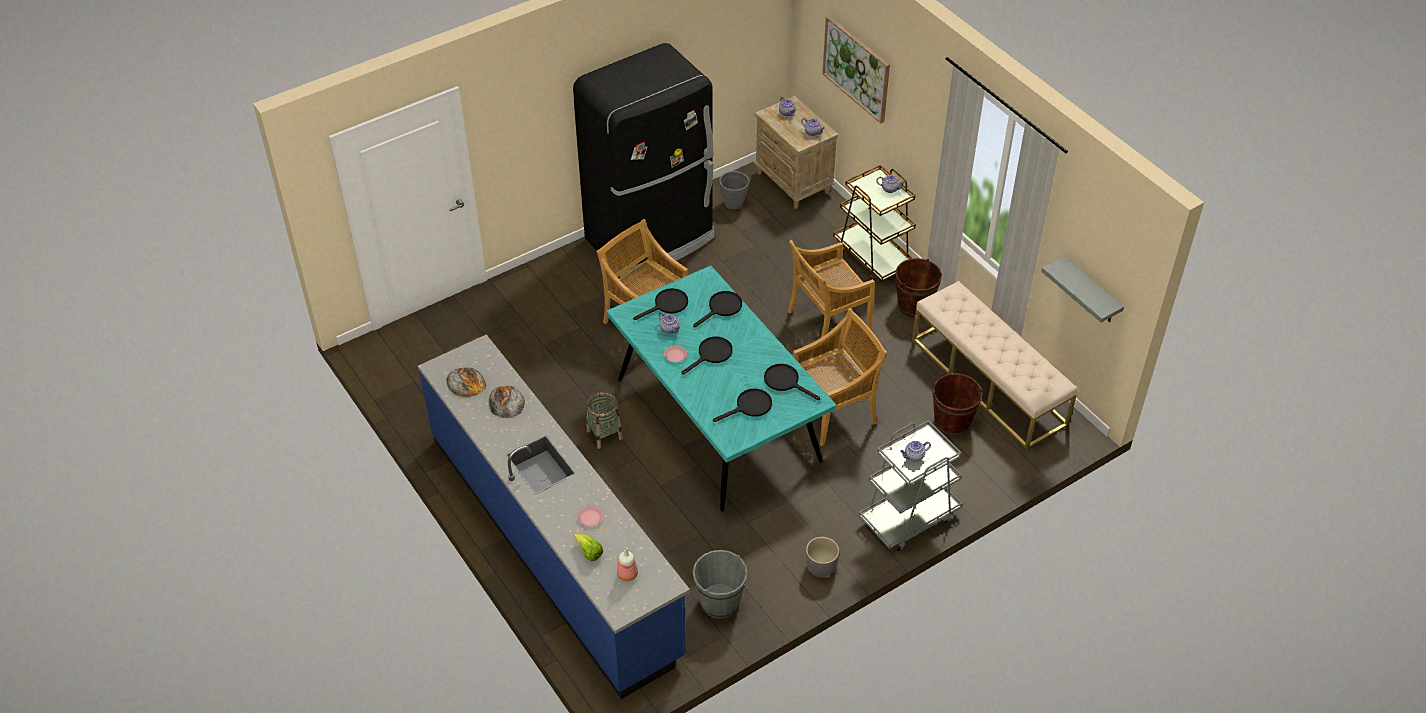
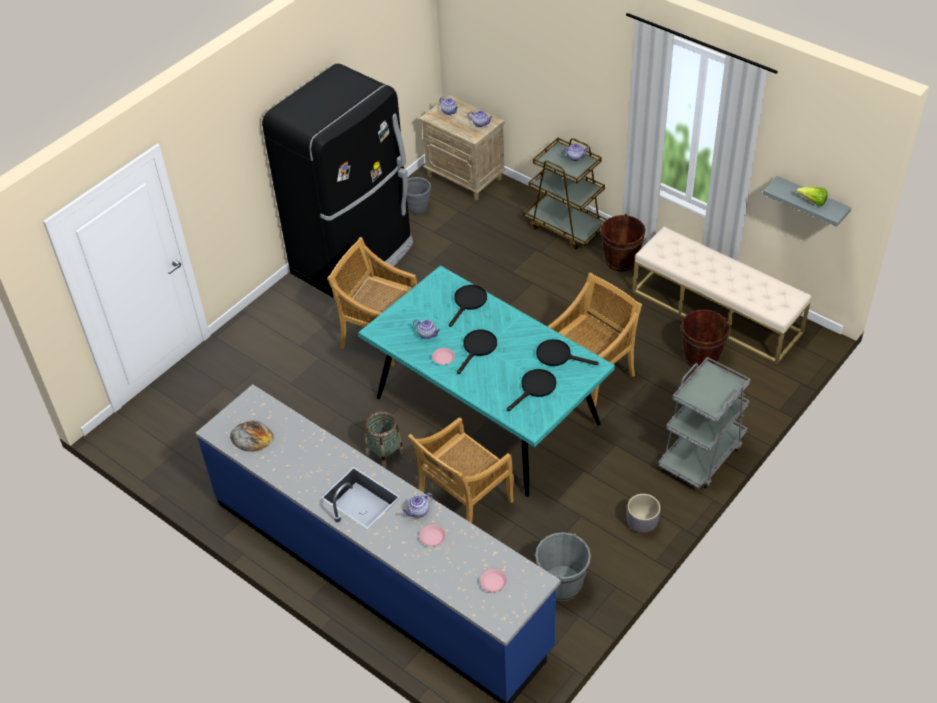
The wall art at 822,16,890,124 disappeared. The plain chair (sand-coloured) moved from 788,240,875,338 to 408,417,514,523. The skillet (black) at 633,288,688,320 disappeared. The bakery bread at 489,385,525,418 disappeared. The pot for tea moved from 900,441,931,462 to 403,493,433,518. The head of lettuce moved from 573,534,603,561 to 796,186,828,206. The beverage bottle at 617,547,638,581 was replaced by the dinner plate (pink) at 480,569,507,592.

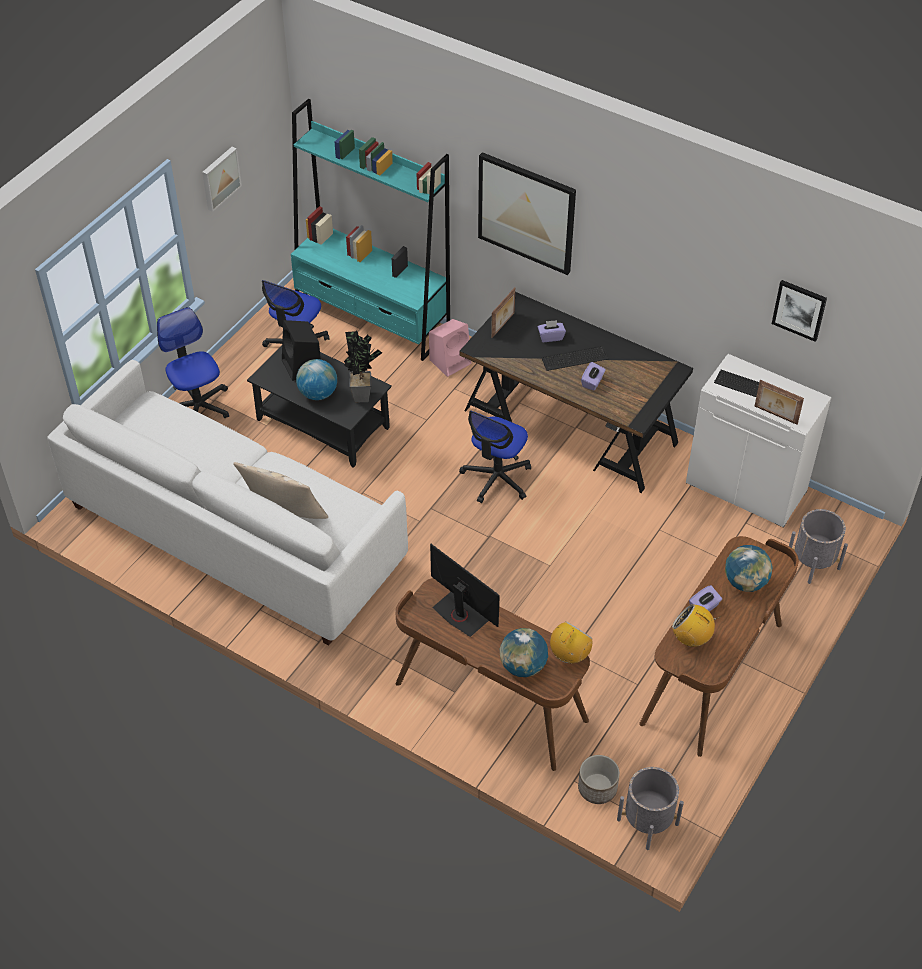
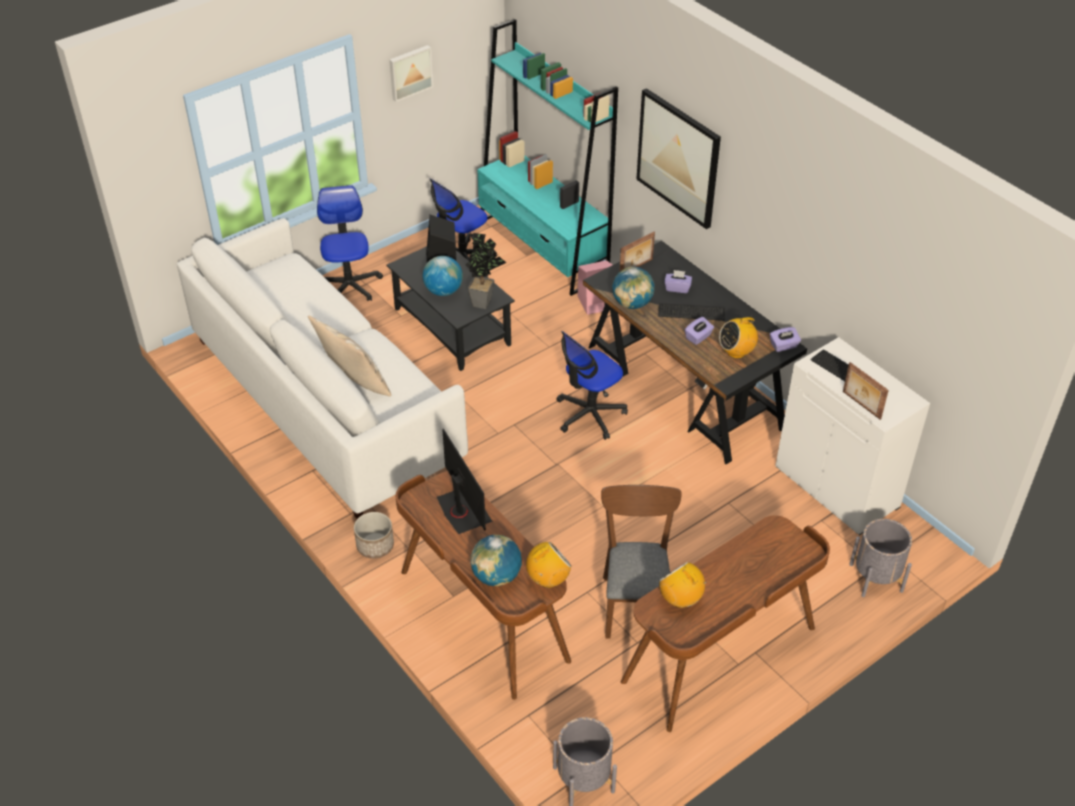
The wall art at 772,280,827,342 disappeared. The globe moved from 725,545,773,592 to 612,267,654,309. The tissue holder (purple-coloured) moved from 689,585,722,612 to 770,327,801,352. The plant pot moved from 578,755,620,804 to 354,512,394,559. The radio at 719,316,758,359 appeared. The plain chair (brown-coloured) at 601,485,682,638 appeared.

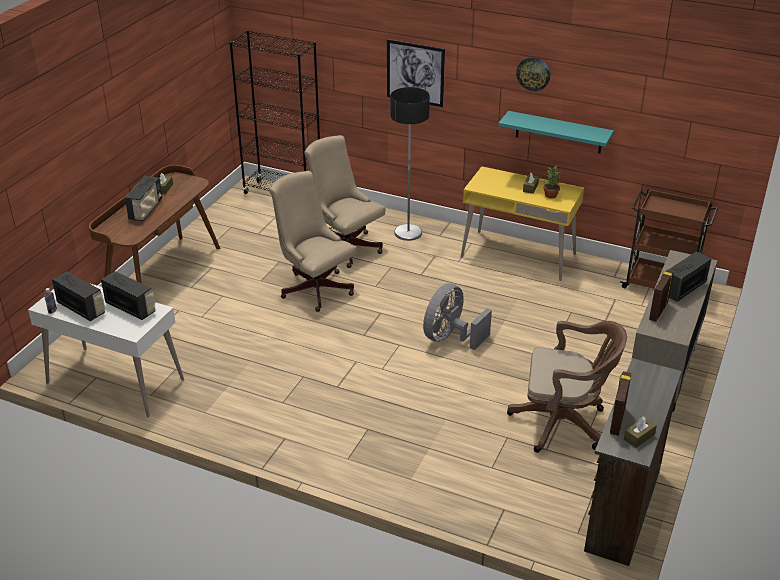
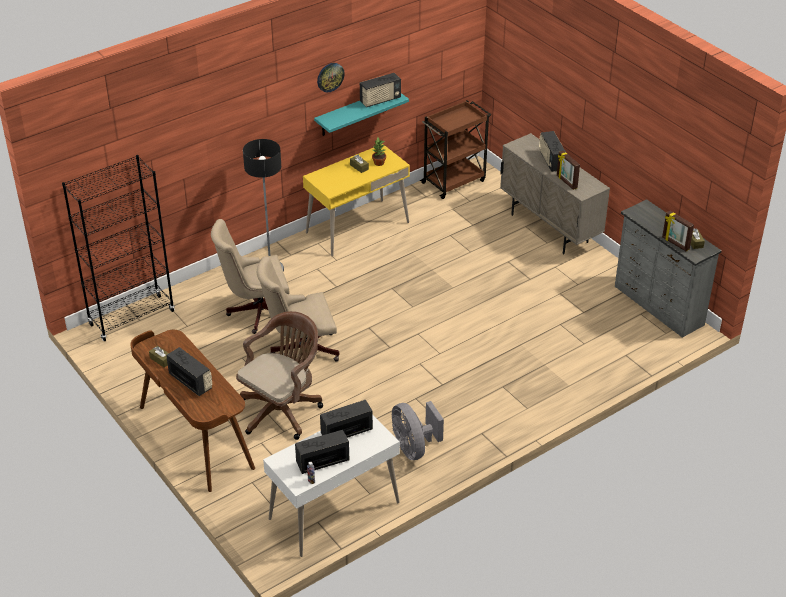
The wall art at 387,39,445,107 disappeared. The electric fan (grey) moved from 423,283,492,350 to 392,401,444,460. The office chair (brown-coloured) moved from 507,321,627,453 to 236,311,323,440. The dresser (brown-coloured) at 584,358,682,566 became the dresser (grey) at 615,199,722,338. The radio at 360,73,401,107 appeared.

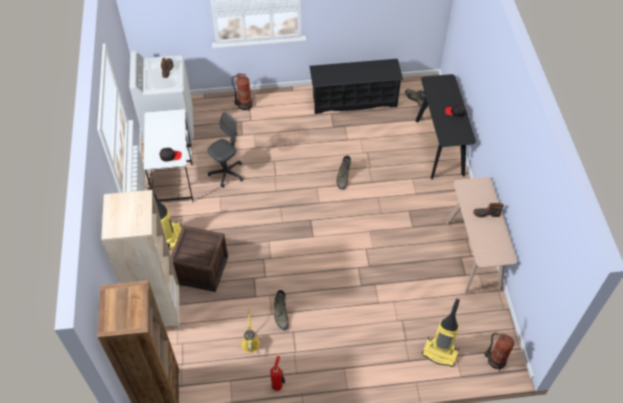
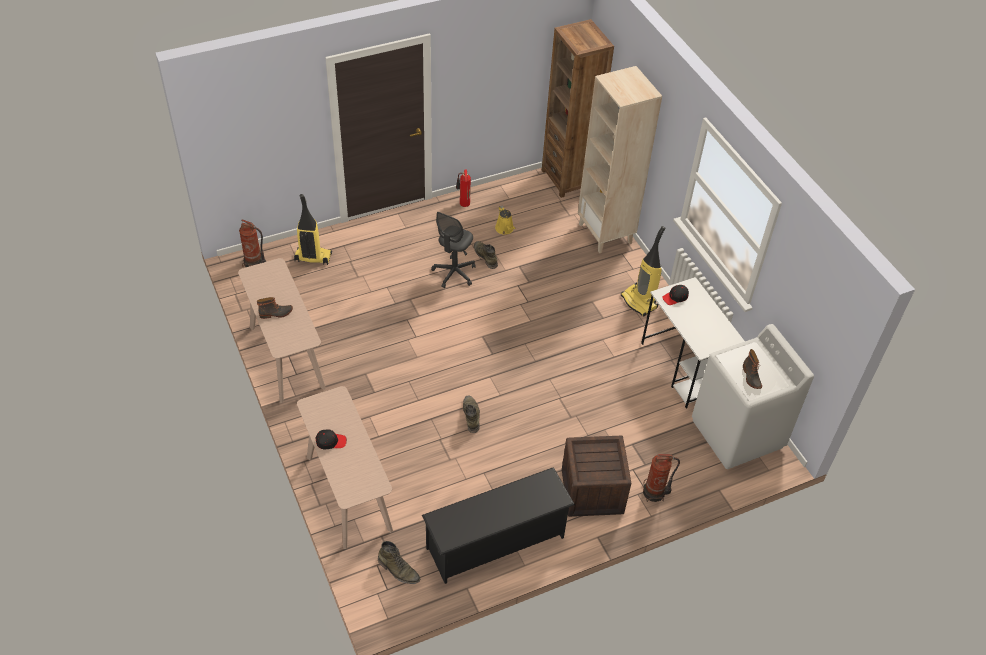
The hall table (black) at 415,74,476,179 became the hall table (sand-coloured) at 297,386,393,549. The office chair (grey) moved from 208,112,243,188 to 431,212,475,288. The crate moved from 171,226,228,292 to 562,436,631,517.

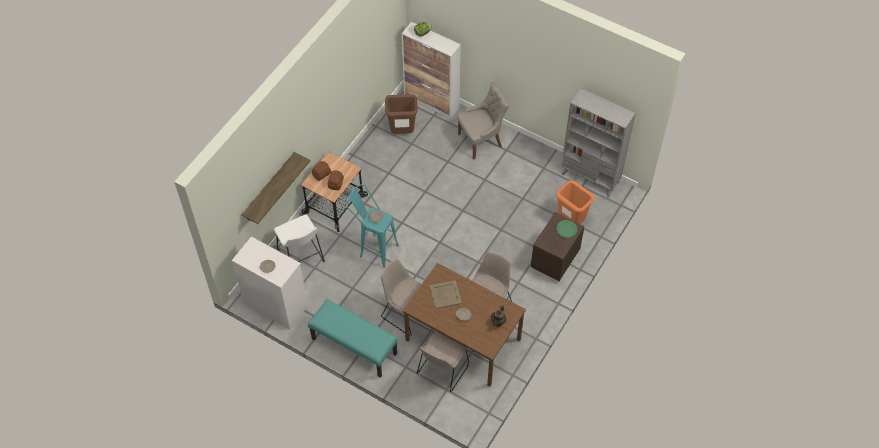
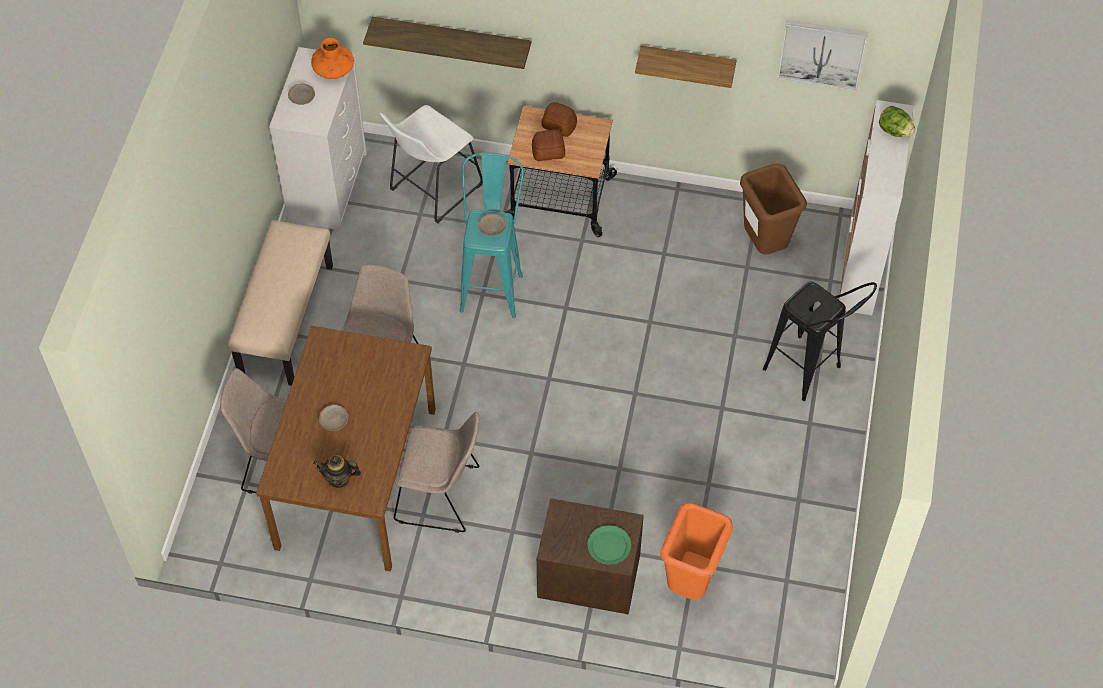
The plain chair (grey) at 457,82,509,160 was replaced by the stool seat (black) at 763,281,877,401. The shelving unit (grey) at 561,88,636,197 disappeared. The tray (sand-coloured) at 430,280,462,309 disappeared. The indoor bench (turquoise-coloured) at 308,299,398,378 became the indoor bench (sand-coloured) at 228,220,333,386. The wall art at 777,20,868,91 appeared. The flower vase (orange-coloured) at 311,38,354,79 appeared. The shelf at 635,46,736,88 appeared.

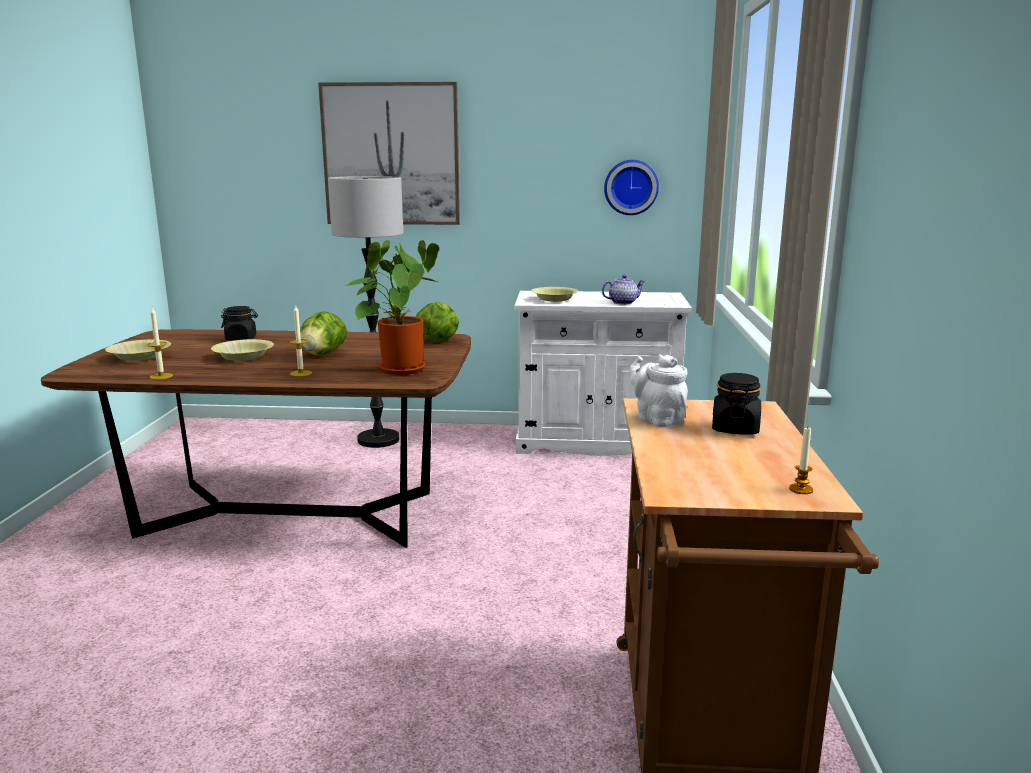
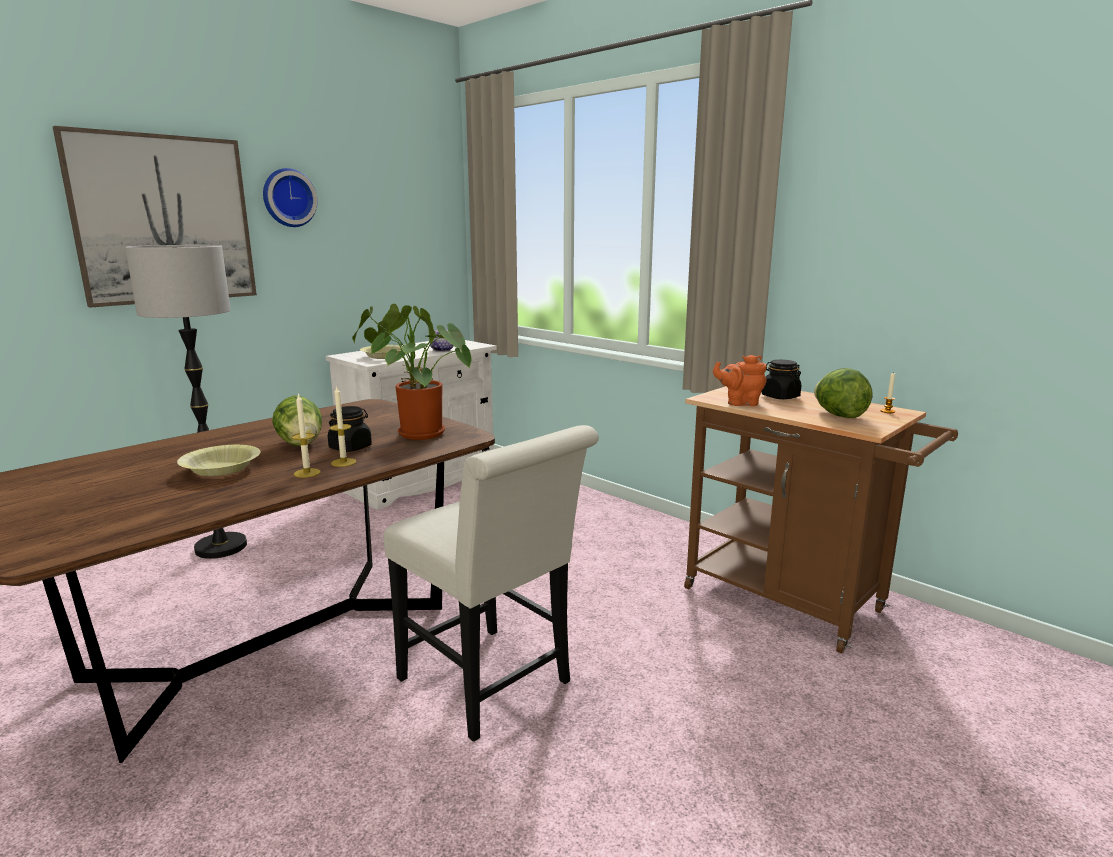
The clock on the wall moved from 604,160,659,215 to 263,168,318,227. The head of lettuce moved from 415,302,459,342 to 814,368,873,418. The preserve jar (black) moved from 221,306,258,341 to 328,406,372,452. The candle moved from 147,308,173,380 to 292,393,320,478. The deep dish (yellow-coloured) at 105,340,171,361 disappeared. The pot for tea (white-coloured) at 629,354,688,427 became the pot for tea (orange-coloured) at 713,355,767,406. The plain chair (white-coloured) at 384,425,599,742 appeared.

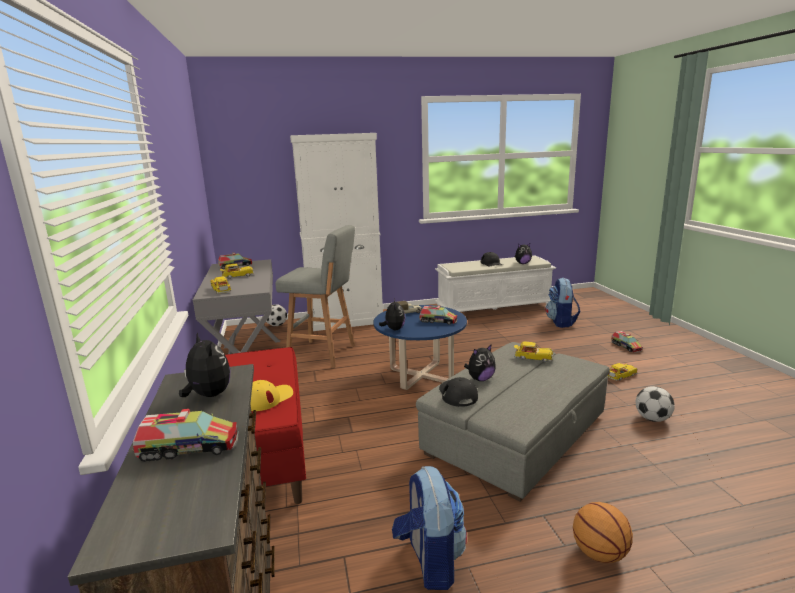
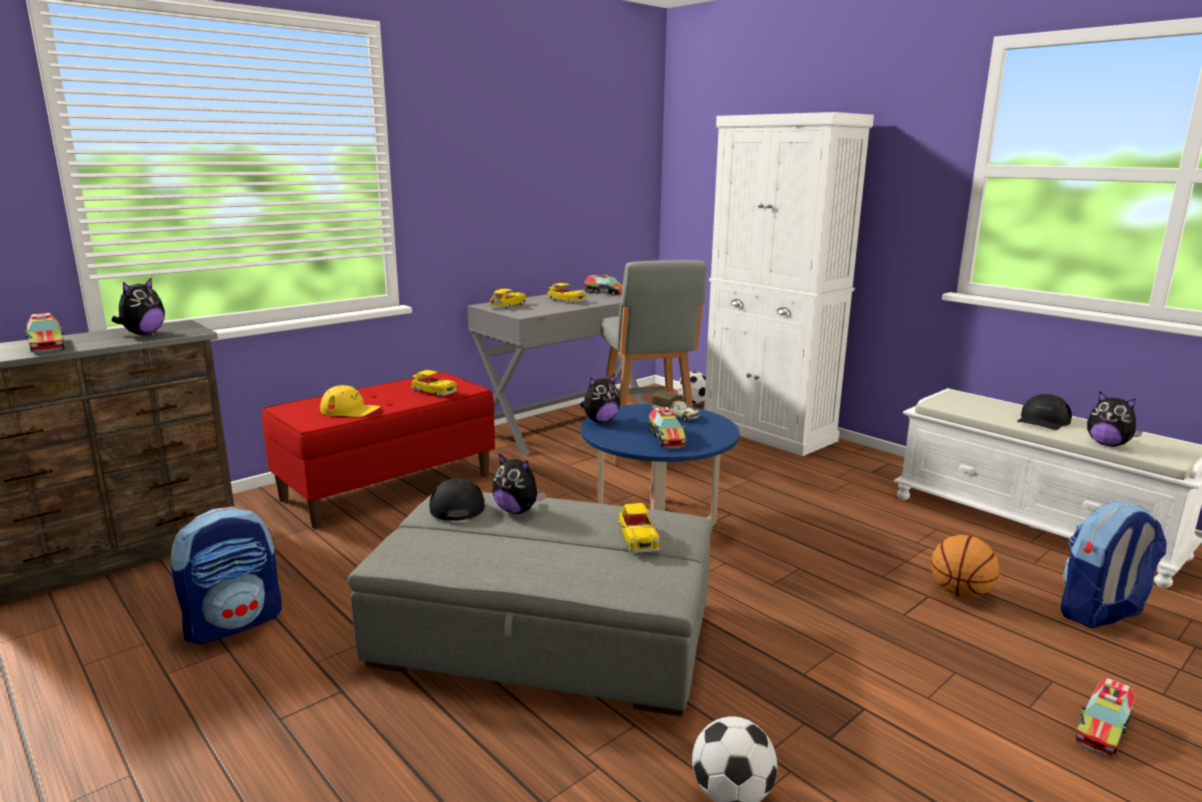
The toy car moved from 607,363,638,381 to 411,370,457,396. The peaked cap (black) at 439,377,478,407 turned 60 degrees counterclockwise. The ball for basketball moved from 573,502,633,563 to 931,535,999,598.

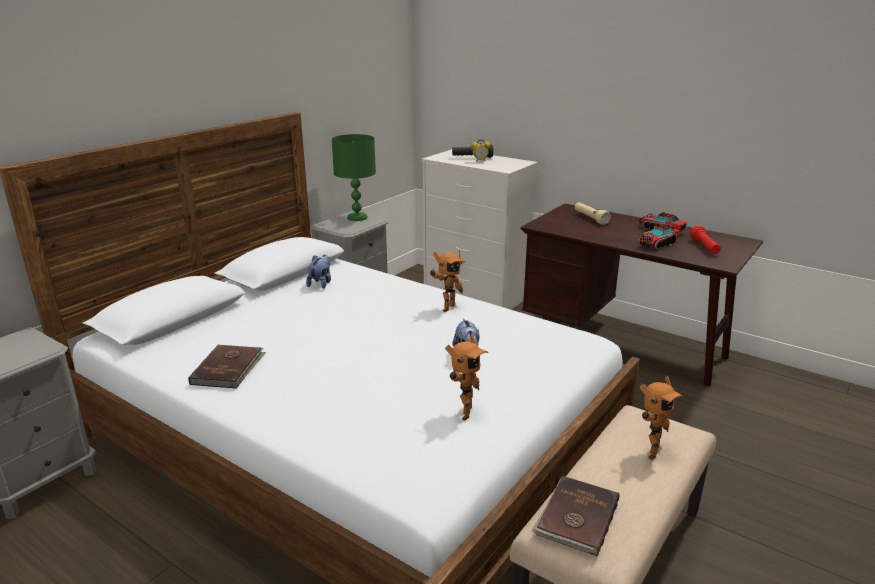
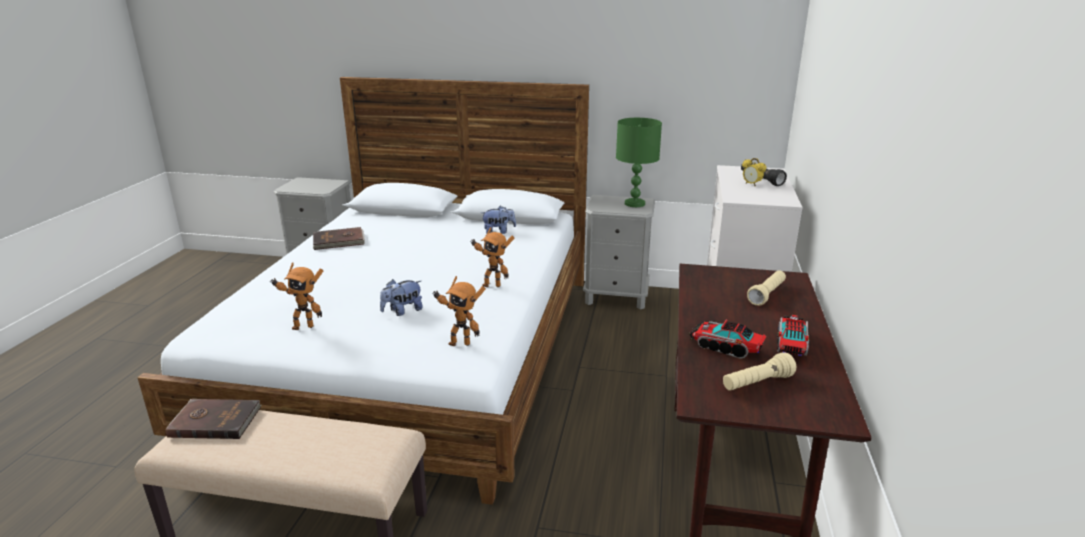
The hand torch (reddish) at 690,226,721,254 became the hand torch (sand-coloured) at 723,352,796,391. The model robot moved from 639,376,684,460 to 432,276,486,346.

